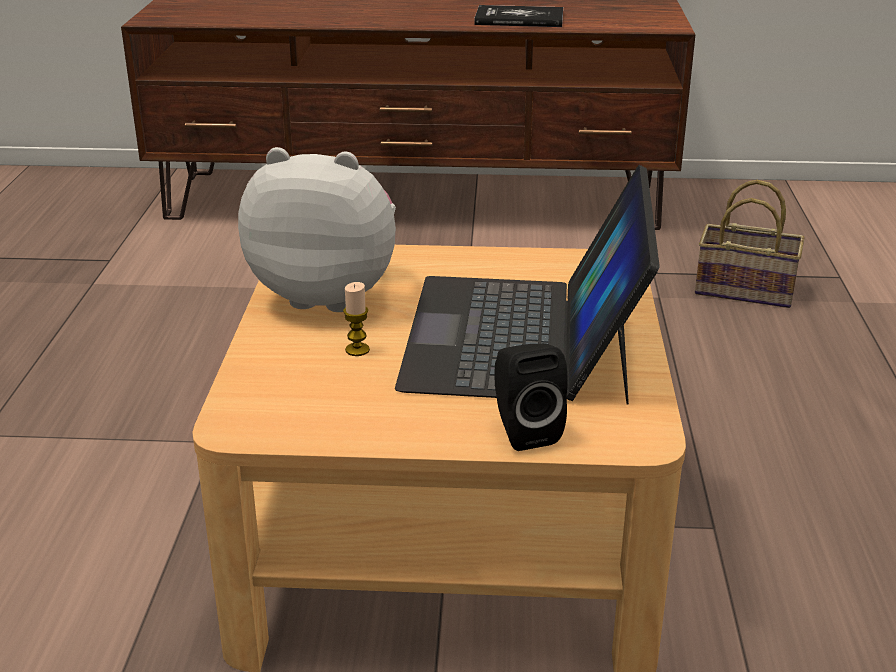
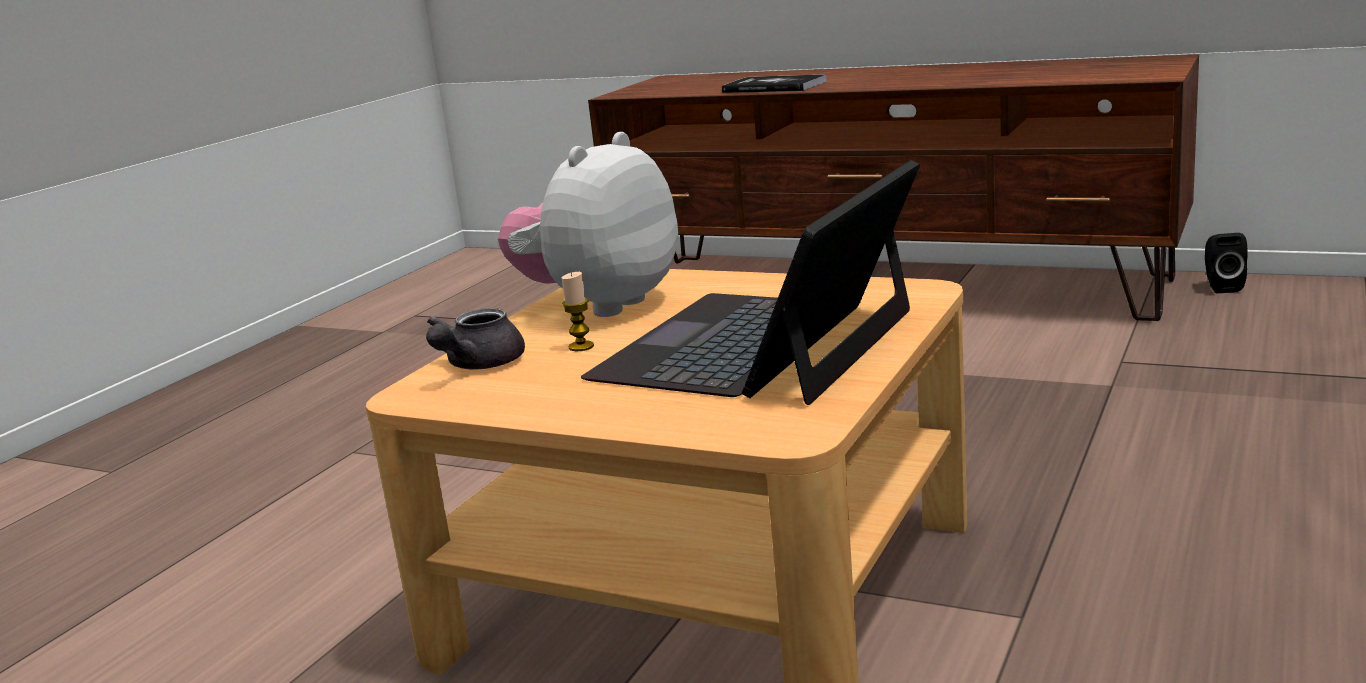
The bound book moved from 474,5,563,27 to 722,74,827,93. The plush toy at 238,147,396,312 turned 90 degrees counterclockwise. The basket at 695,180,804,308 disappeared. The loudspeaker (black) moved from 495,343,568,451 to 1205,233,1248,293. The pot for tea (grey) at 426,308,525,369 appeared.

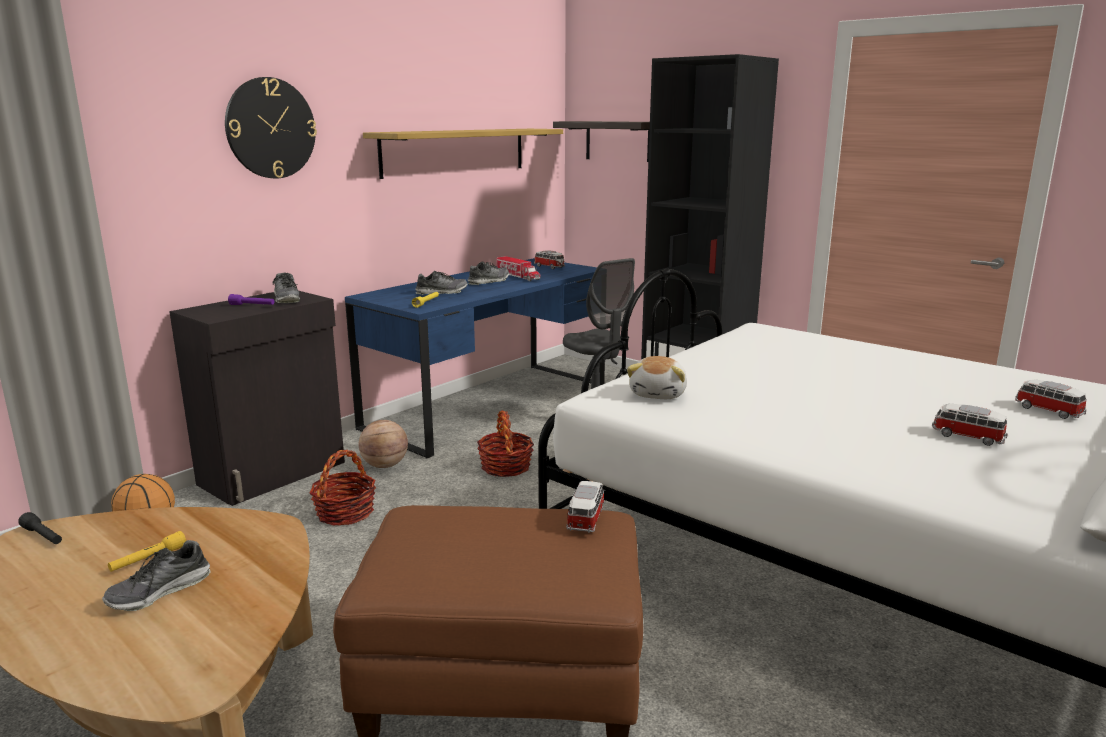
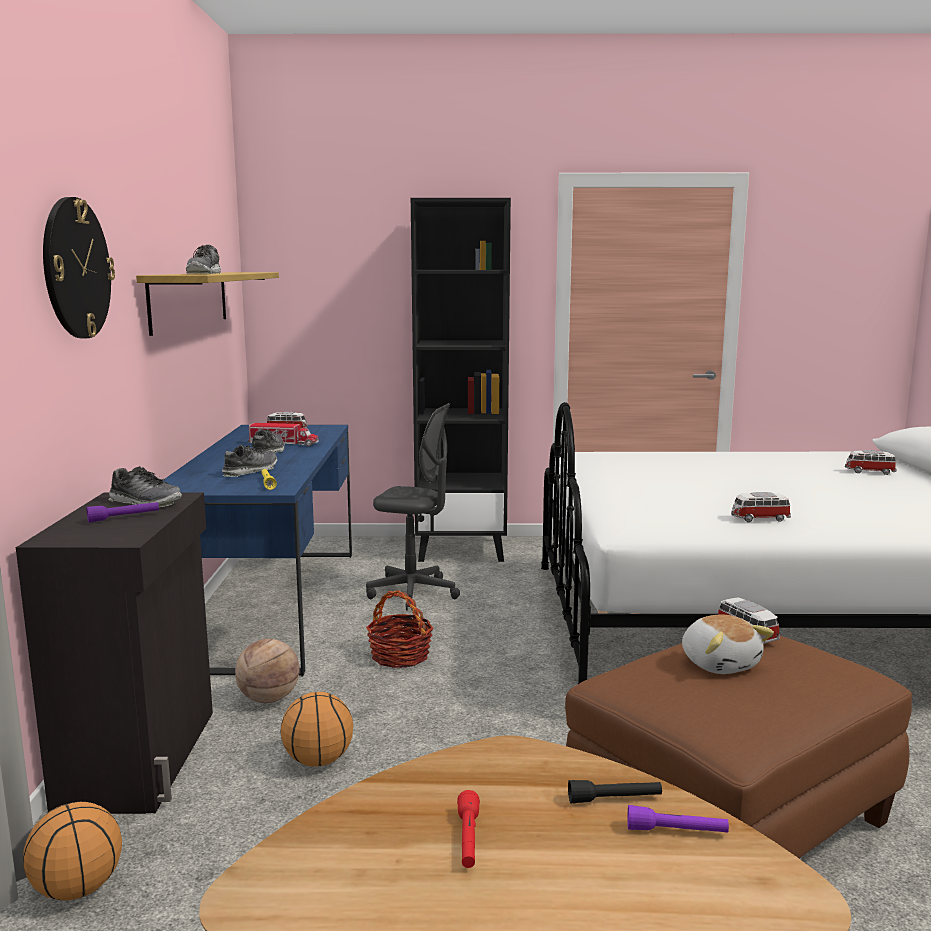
The shelf at 553,121,650,162 disappeared. The plush toy moved from 627,356,687,399 to 682,615,774,674. The toy car moved from 932,403,1008,446 to 731,492,791,522. The basket at 310,450,376,526 was replaced by the ball for basketball at 280,692,353,767. The hand torch (black) moved from 18,512,62,544 to 568,780,662,803. The hand torch (yellow-coloured) at 108,531,186,572 became the hand torch (reddish) at 457,790,480,868. The shoe moved from 102,540,210,611 to 186,245,221,274. The hand torch (purple-coloured) at 628,805,729,833 appeared.

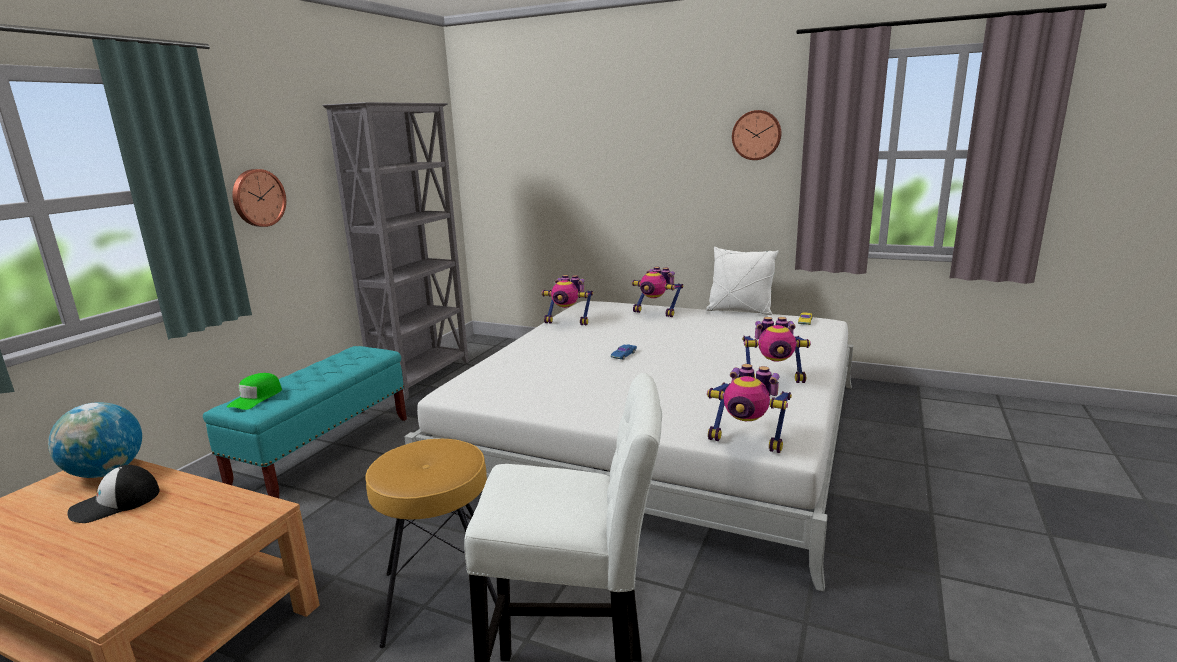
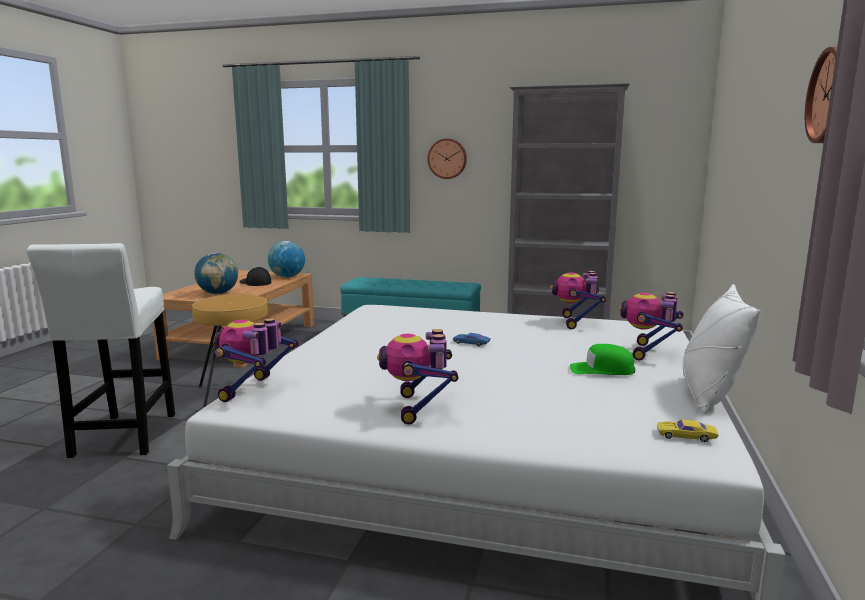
The peaked cap (green-coloured) moved from 227,373,282,410 to 570,344,635,375. The globe at 194,253,238,295 appeared.

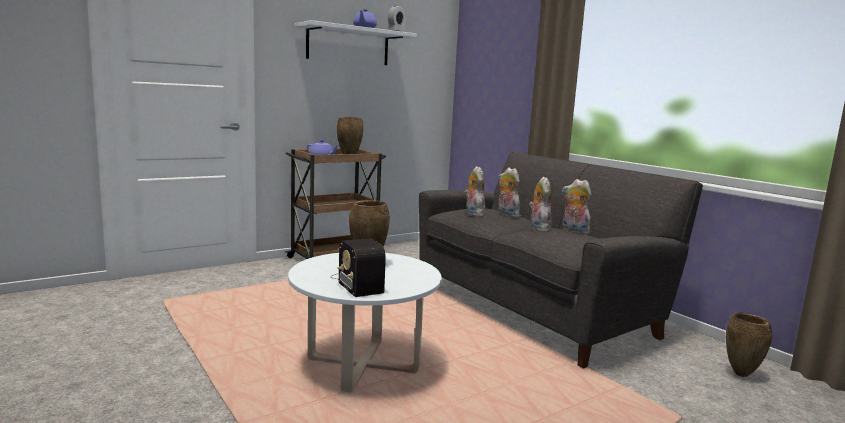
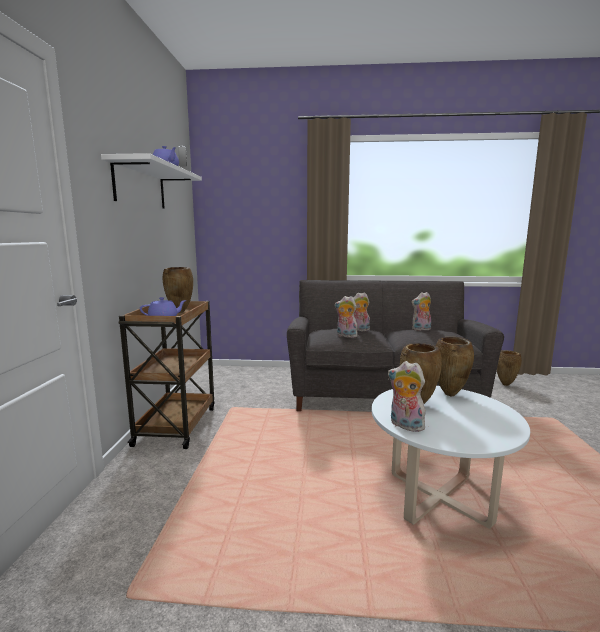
The plush toy moved from 529,177,552,232 to 388,361,427,432. The radio at 331,238,386,297 disappeared. The flower vase (brown-coloured) at 436,337,474,396 appeared.

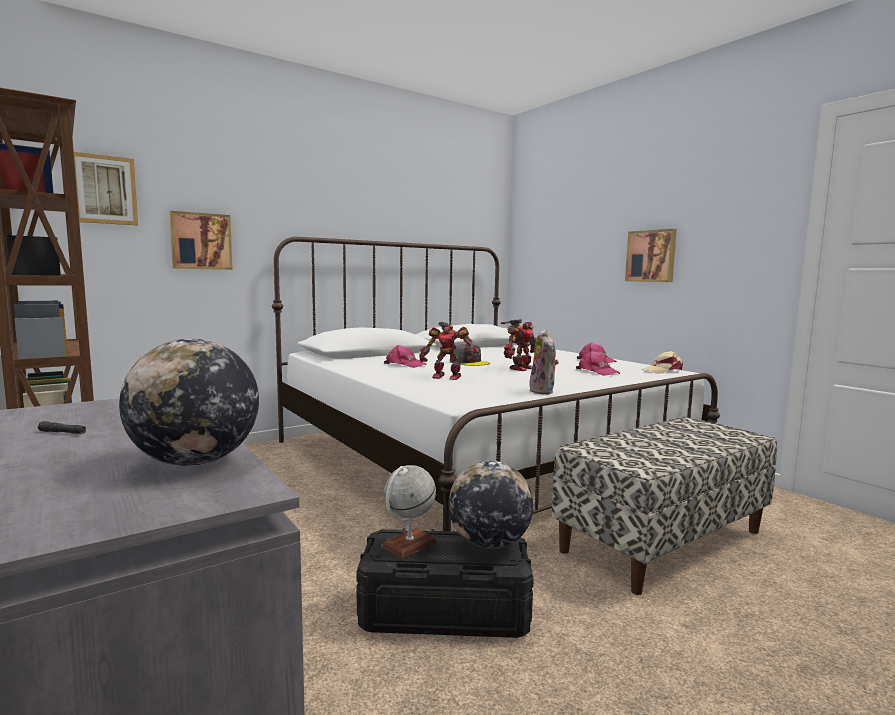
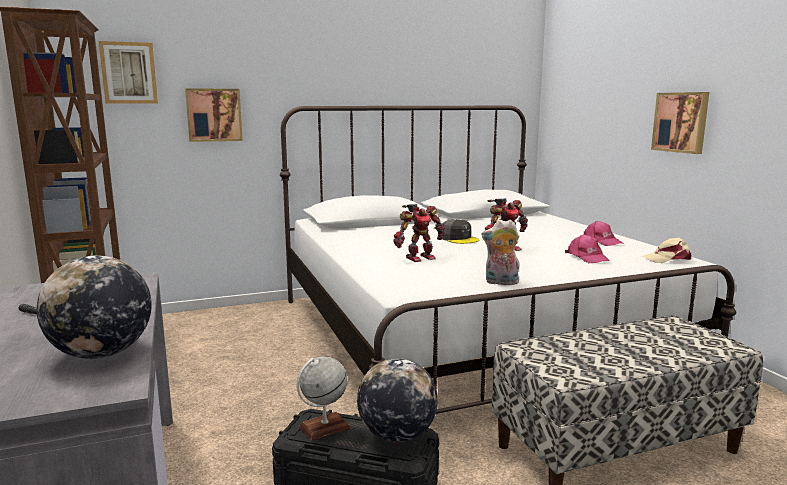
The model robot at 419,322,478,380 turned 60 degrees counterclockwise. The plush toy at 529,329,559,395 turned 90 degrees clockwise. The peaked cap (pink) at 384,345,426,368 disappeared.

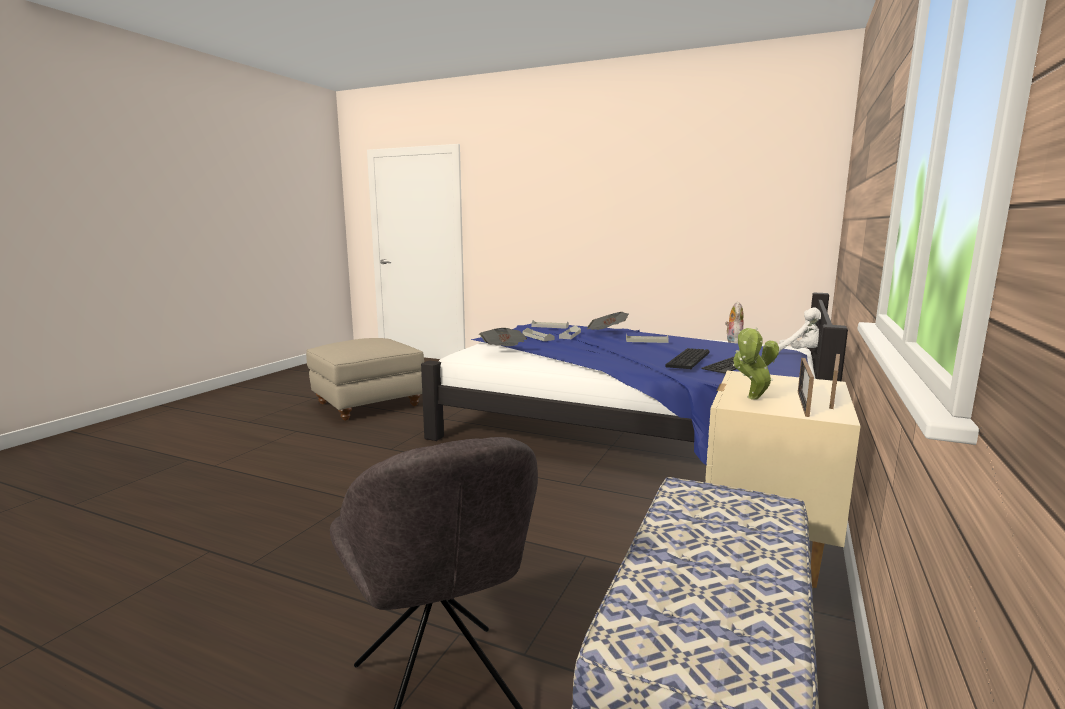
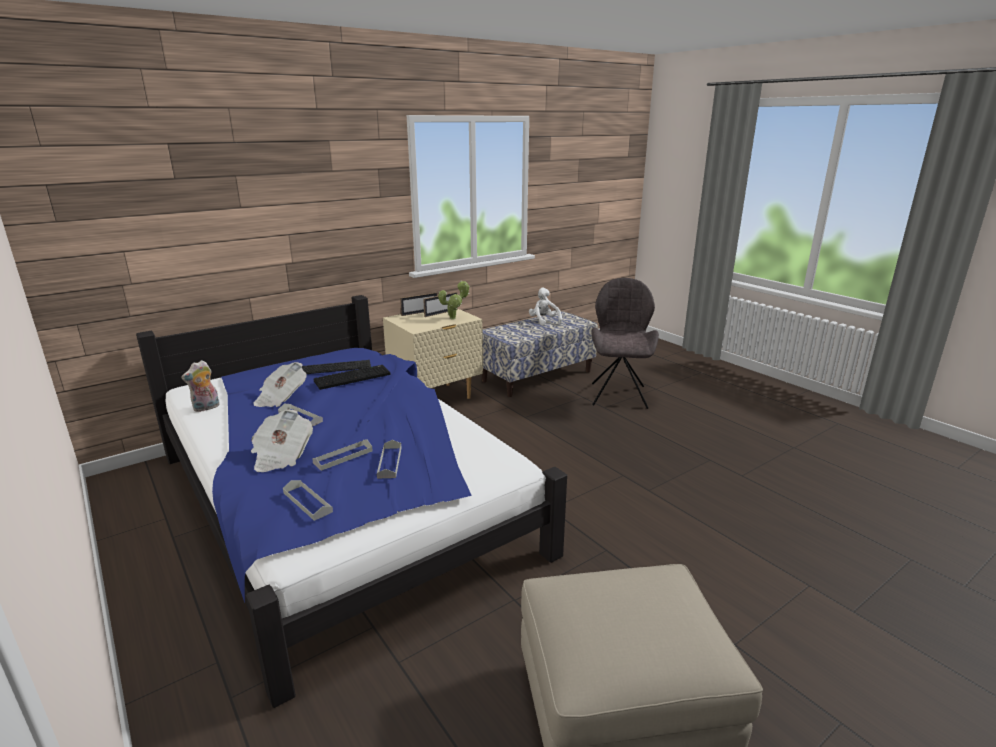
The plush toy (white-coloured) moved from 778,307,821,352 to 529,288,562,326. The printed paper moved from 479,328,527,346 to 253,362,307,407.

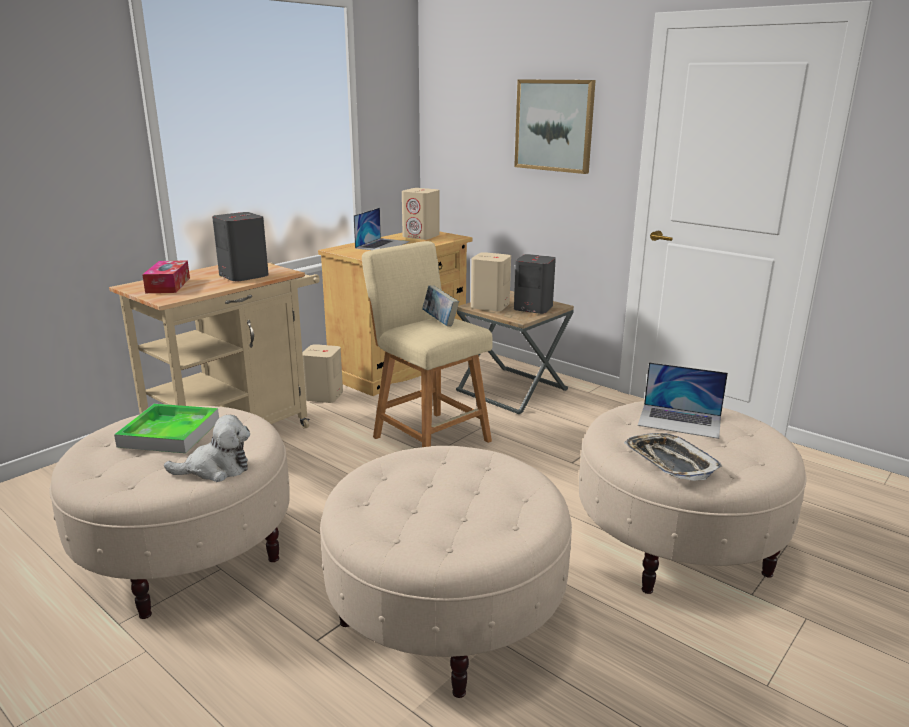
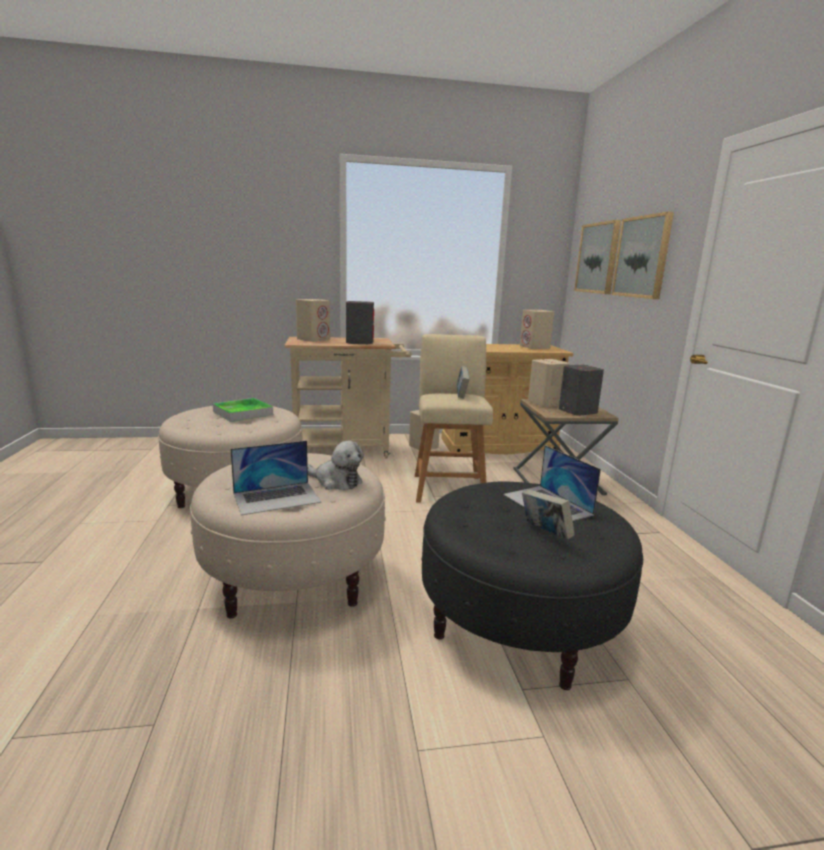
The laptop moved from 354,208,410,250 to 231,441,321,515. The tissue holder at 142,261,190,293 was replaced by the loudspeaker (sand-coloured) at 296,299,330,342. The pouffe (sand-coloured) at 579,401,806,594 became the pouffe (black) at 422,481,643,690. The plush toy moved from 164,415,250,482 to 308,441,363,490. The tray at 624,433,723,481 disappeared. The wall art at 574,220,621,294 appeared. The bound book at 522,489,575,539 appeared.

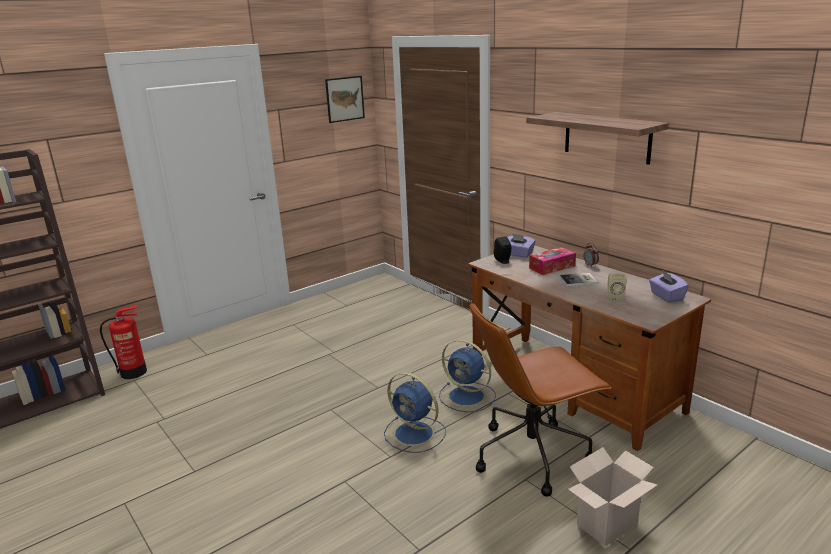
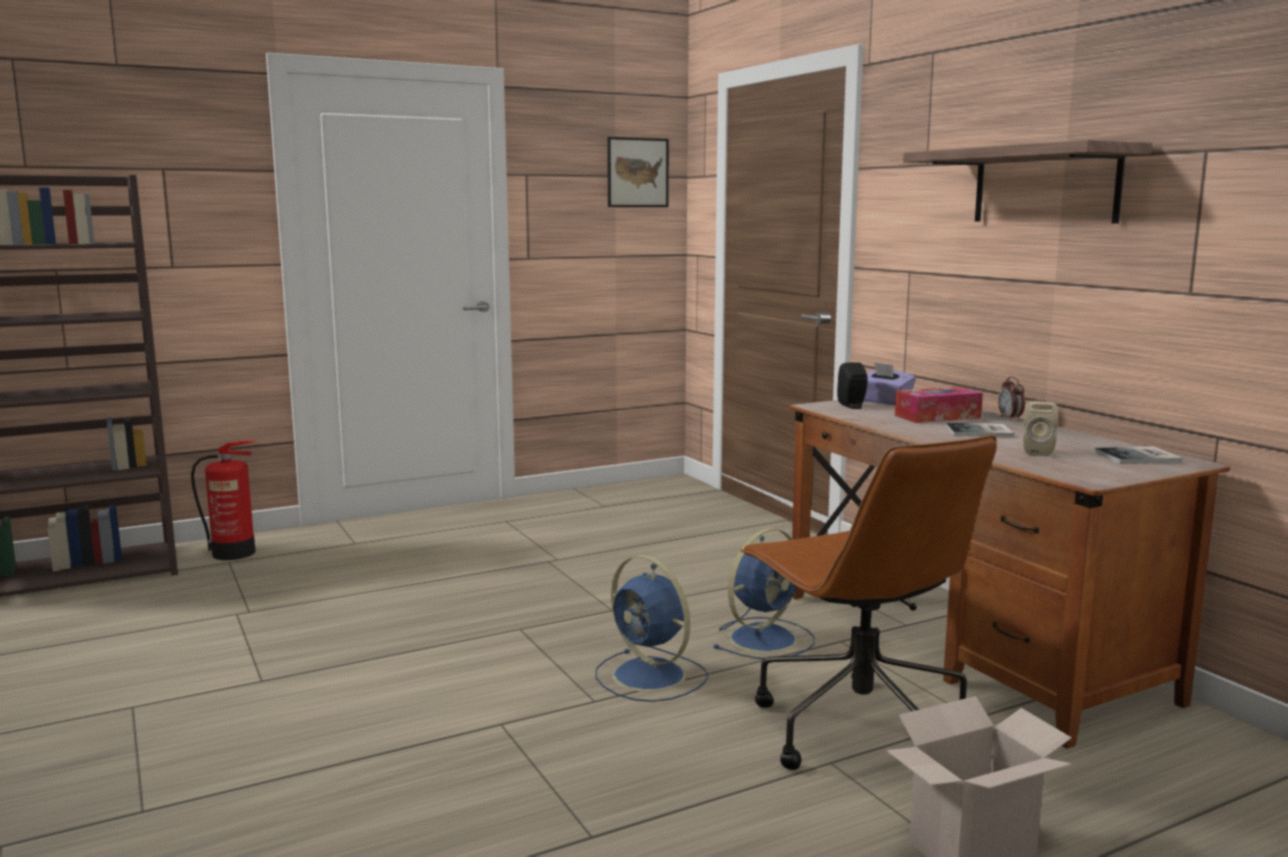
The tissue holder (purple-coloured) at 649,270,689,303 was replaced by the bound book at 1094,447,1183,464. The office chair (brown-coloured) at 470,302,612,497 turned 105 degrees counterclockwise. The electric fan (bluish) at 439,339,496,412 turned 90 degrees counterclockwise.

